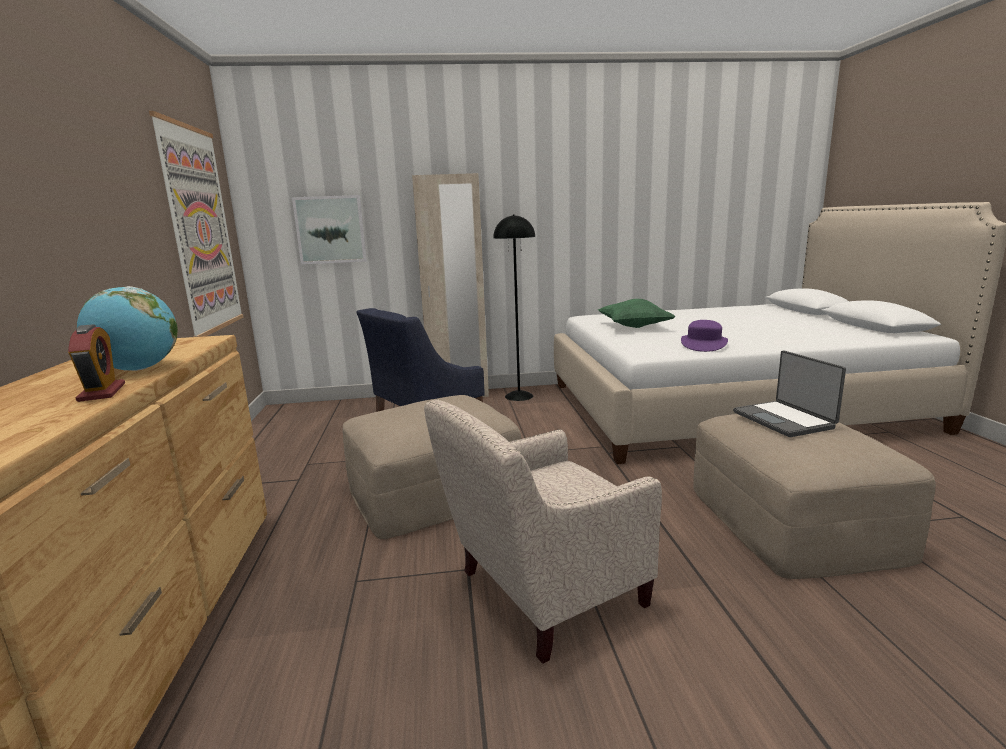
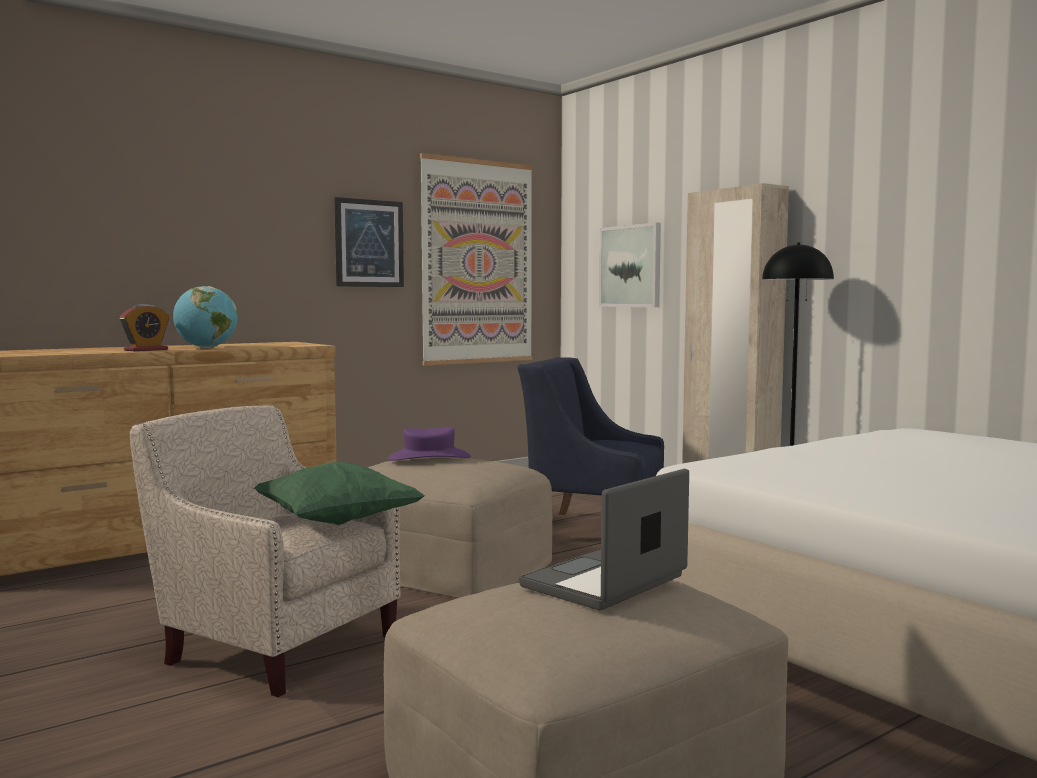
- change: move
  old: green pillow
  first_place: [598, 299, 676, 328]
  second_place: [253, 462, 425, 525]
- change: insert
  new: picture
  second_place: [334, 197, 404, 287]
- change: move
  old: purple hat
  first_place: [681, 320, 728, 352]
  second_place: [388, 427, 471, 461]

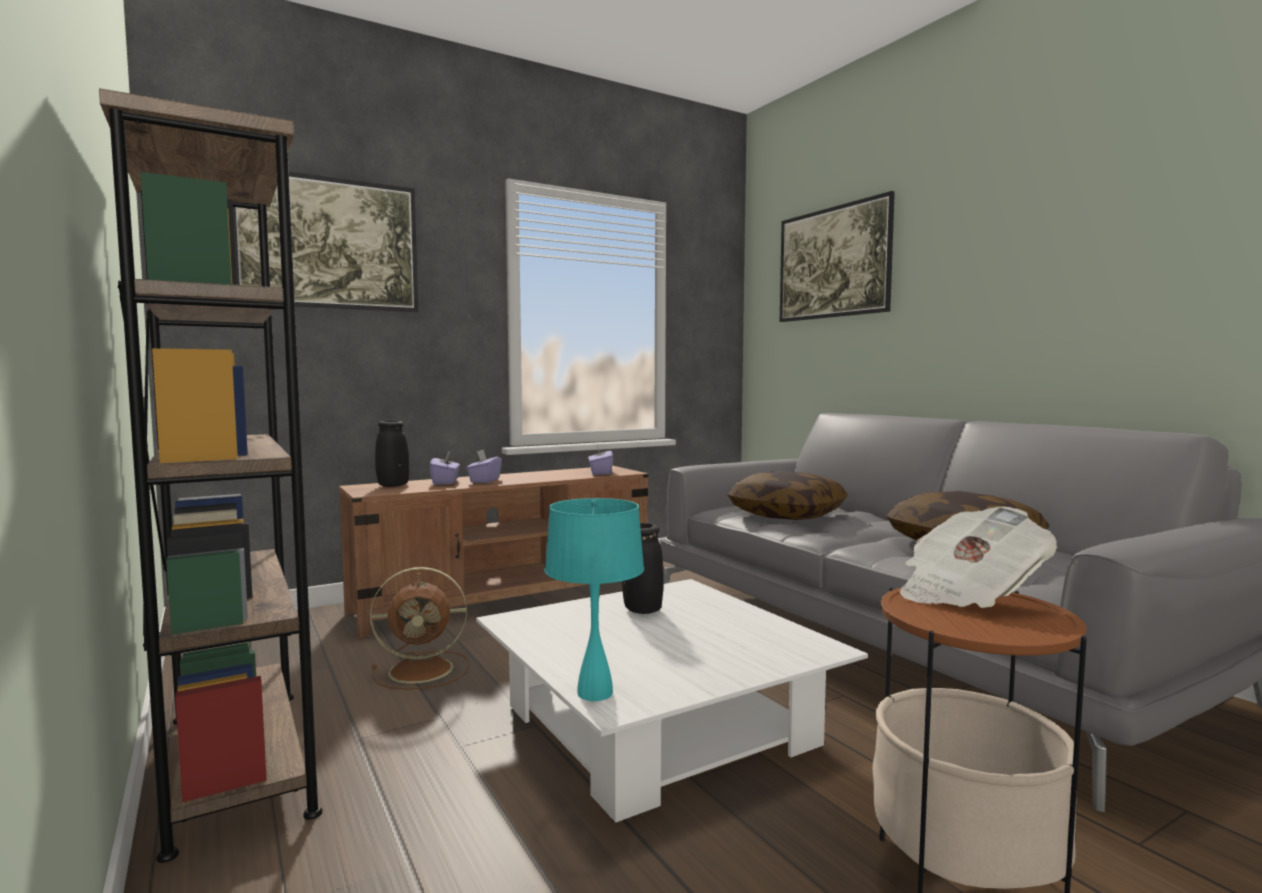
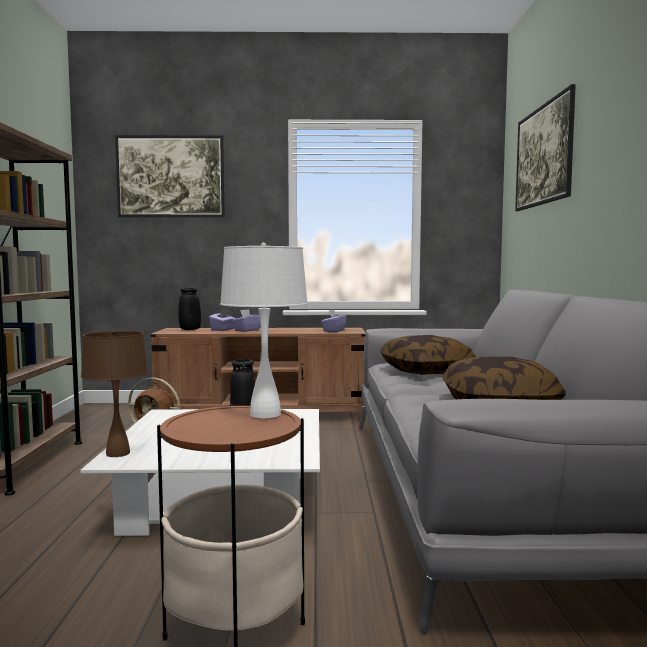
- change: recolor
  old: turquoise table lamp
  new: brown table lamp
  first_place: [545, 498, 644, 701]
  second_place: [81, 330, 148, 457]
- change: replace
  old: newspaper
  new: white table lamp
  first_place: [899, 507, 1057, 608]
  second_place: [220, 243, 308, 418]

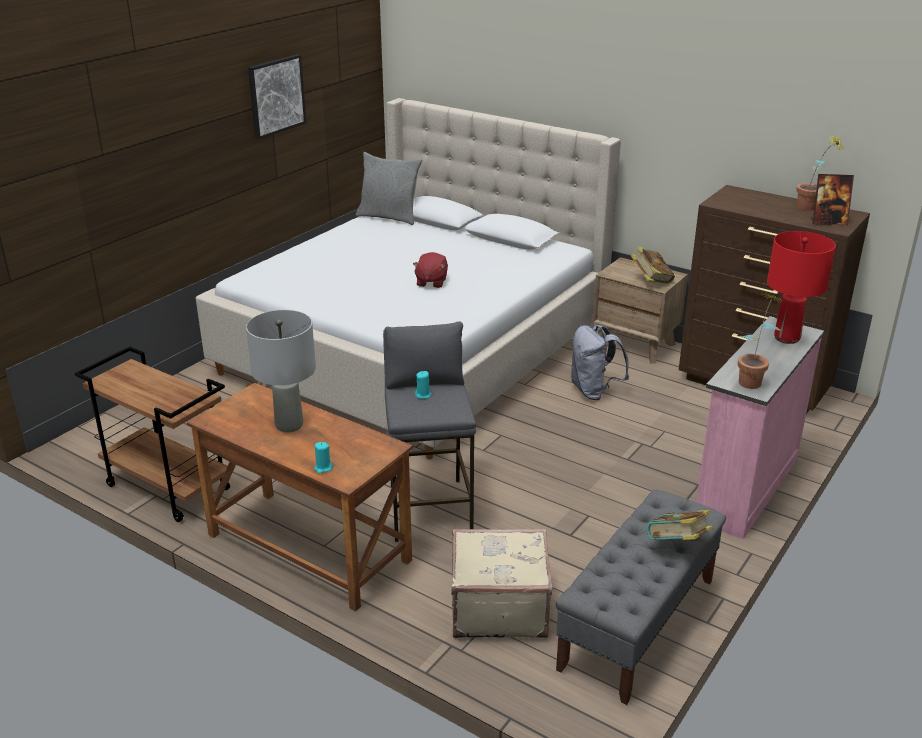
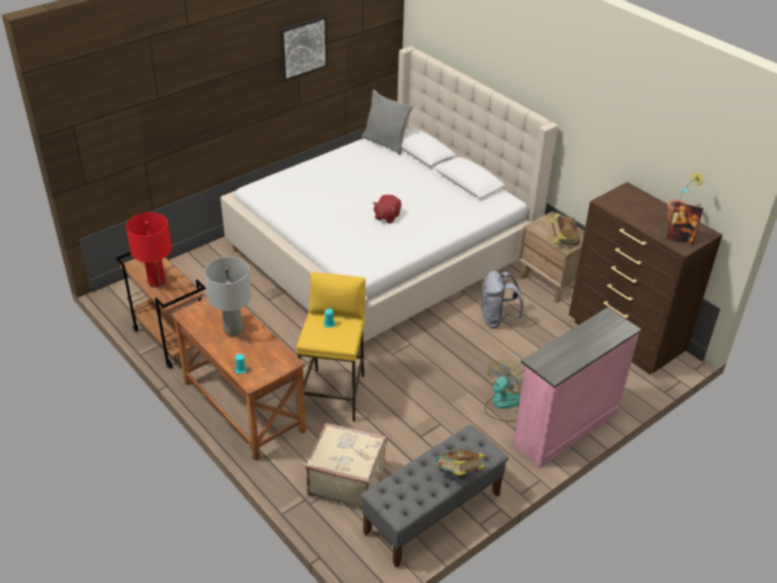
- change: move
  old: red table lamp
  first_place: [767, 231, 836, 344]
  second_place: [126, 212, 172, 287]
- change: recolor
  old: grey stool
  new: yellow stool
  first_place: [383, 321, 476, 542]
  second_place: [296, 272, 366, 422]
- change: insert
  new: fan
  second_place: [485, 361, 524, 422]
- change: delete
  old: potted plant
  first_place: [738, 293, 782, 389]

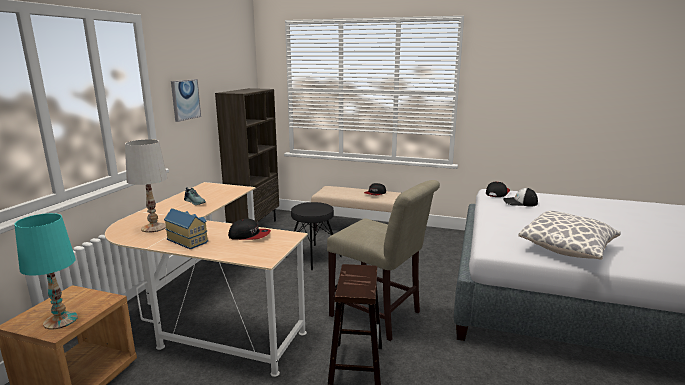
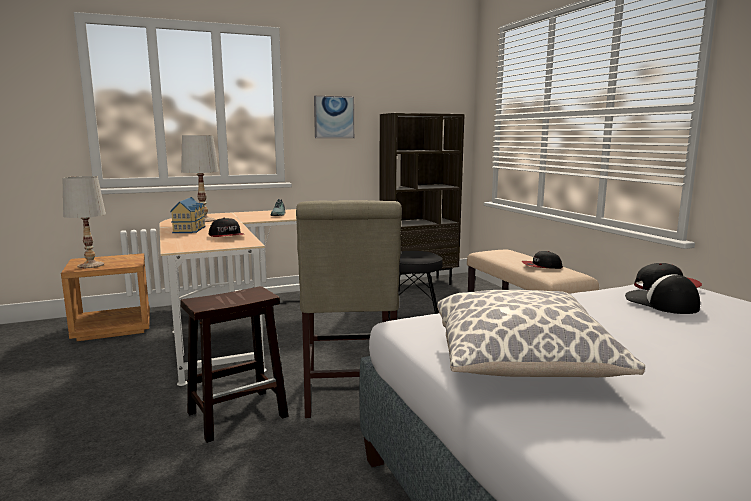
- change: recolor
  old: turquoise table lamp
  new: white table lamp
  first_place: [14, 213, 78, 329]
  second_place: [63, 176, 106, 268]

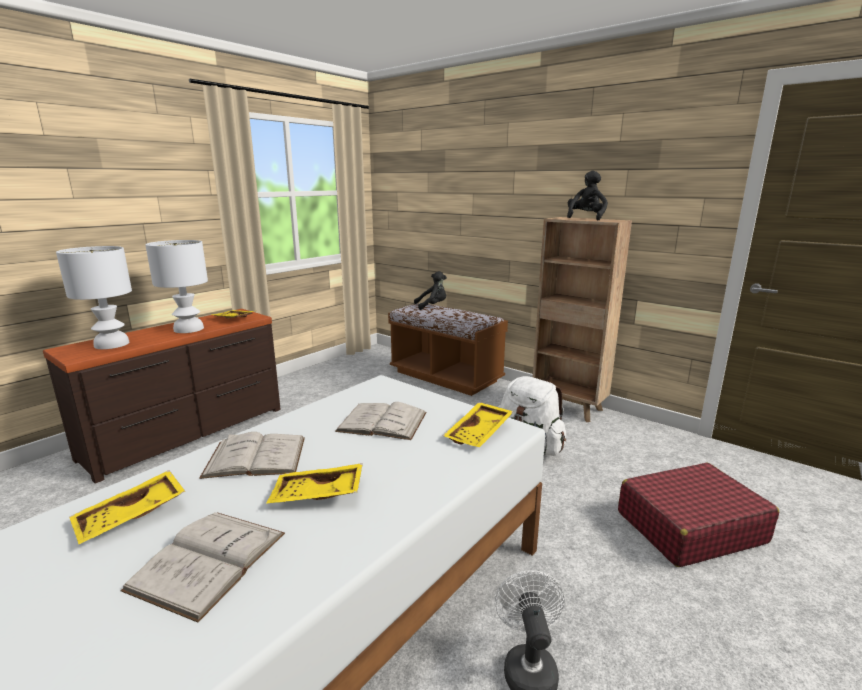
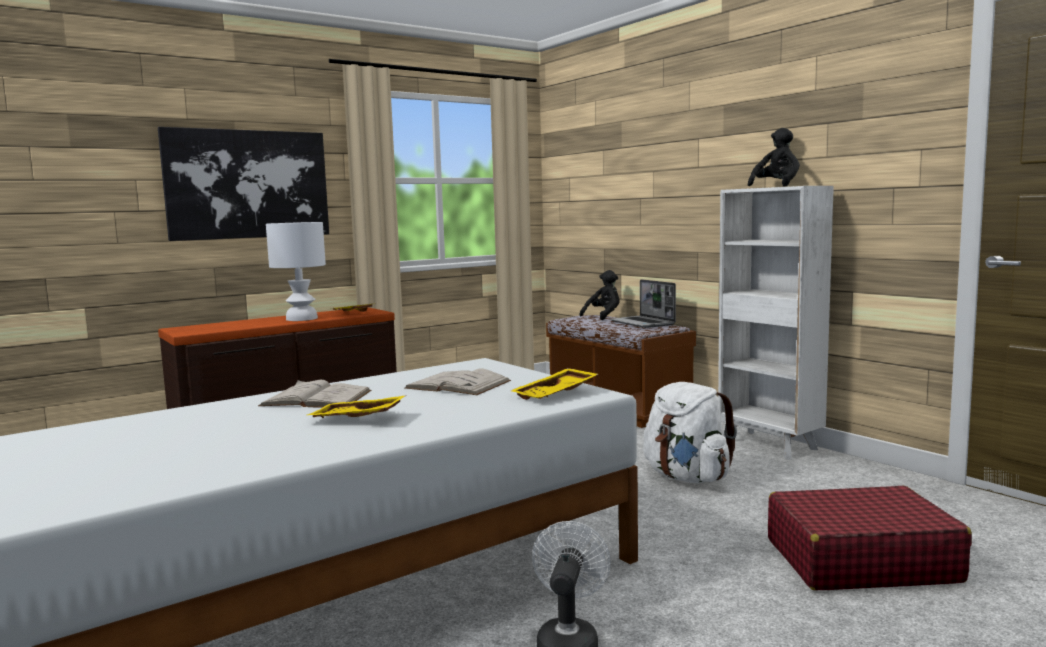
- change: insert
  new: picture
  second_place: [158, 127, 329, 241]
- change: rotate
  old: black plush toy
  first_place: [414, 271, 447, 310]
  second_place: [580, 270, 620, 320]
  degrees: -45
- change: insert
  new: laptop
  second_place: [610, 279, 676, 328]
- change: recolor
  old: brown bookcase
  new: white bookcase
  first_place: [533, 217, 632, 422]
  second_place: [718, 186, 834, 460]
- change: delete
  old: white table lamp
  first_place: [56, 246, 132, 349]
- change: delete
  old: yellow tray
  first_place: [69, 470, 186, 544]
- change: delete
  old: white book
  first_place: [121, 512, 285, 622]

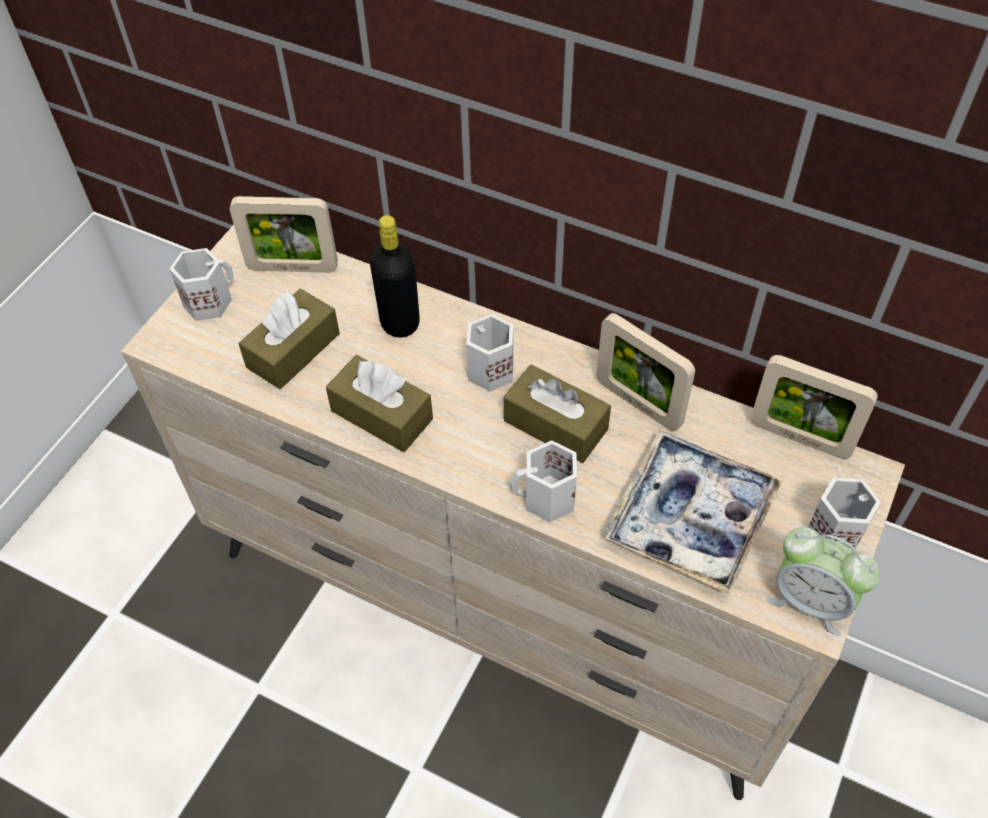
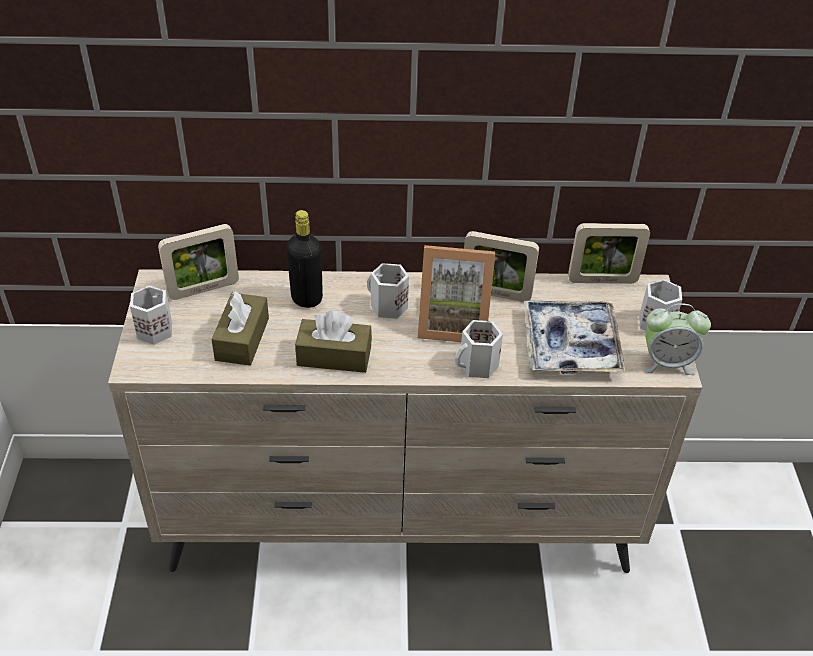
- change: replace
  old: brown tissue box
  new: picture frame
  first_place: [504, 364, 611, 463]
  second_place: [418, 245, 495, 342]

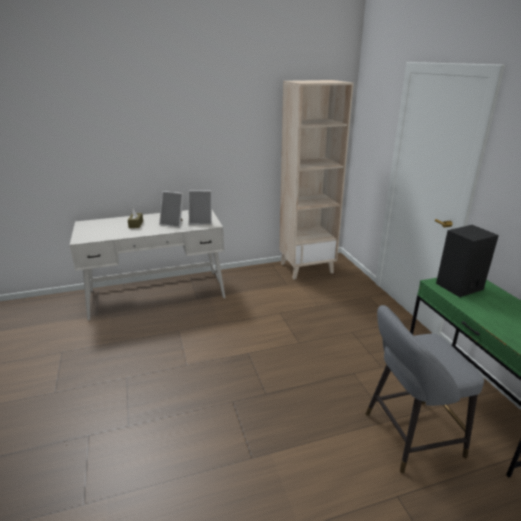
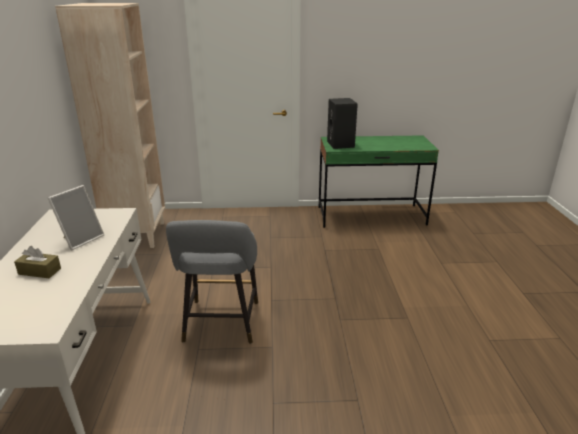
- change: move
  old: grey stool
  first_place: [365, 305, 484, 473]
  second_place: [166, 220, 258, 344]
- change: delete
  old: picture frame
  first_place: [188, 190, 212, 225]

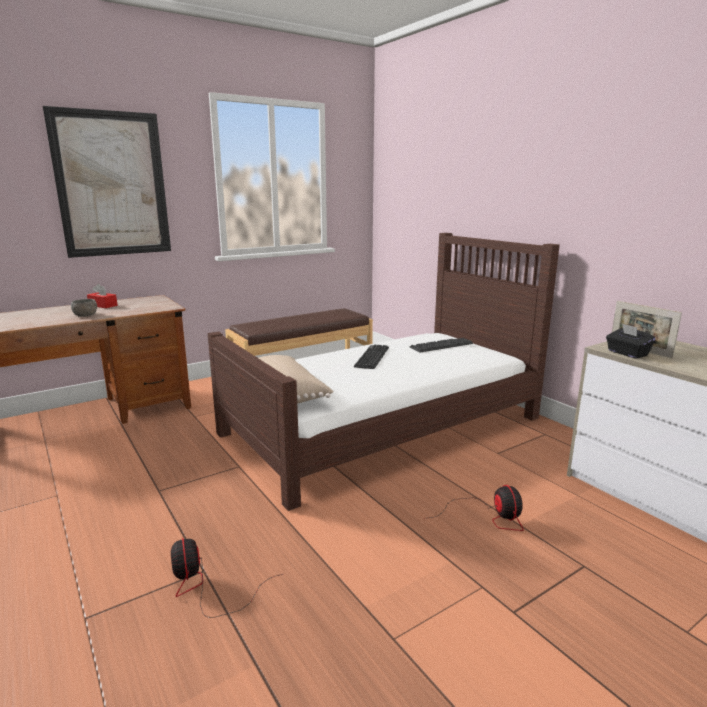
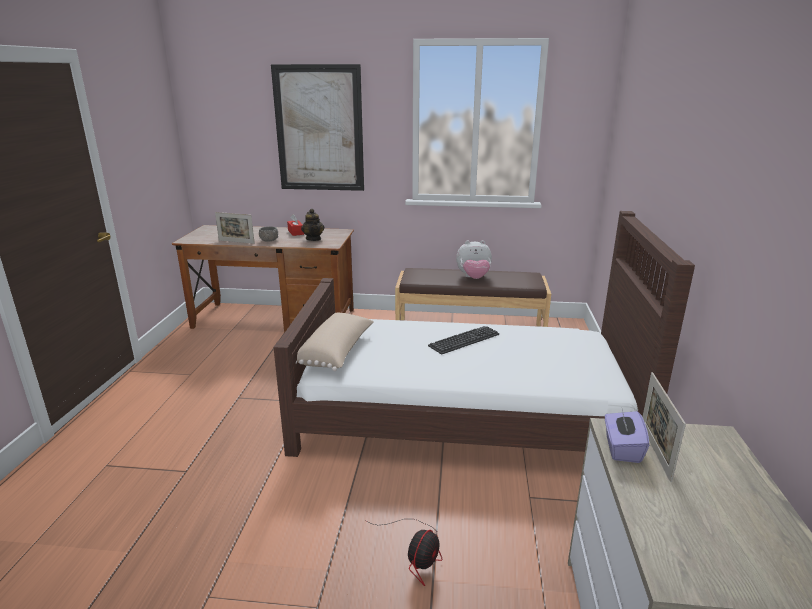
- change: insert
  new: picture frame
  second_place: [215, 212, 255, 244]
- change: insert
  new: teapot
  second_place: [301, 209, 324, 241]
- change: insert
  new: plush toy
  second_place: [456, 240, 492, 279]
- change: recolor
  old: black tissue box
  new: purple tissue box
  first_place: [606, 323, 656, 358]
  second_place: [605, 409, 649, 463]
- change: delete
  old: fan
  first_place: [171, 538, 283, 618]
- change: delete
  old: keyboard
  first_place: [410, 338, 473, 353]

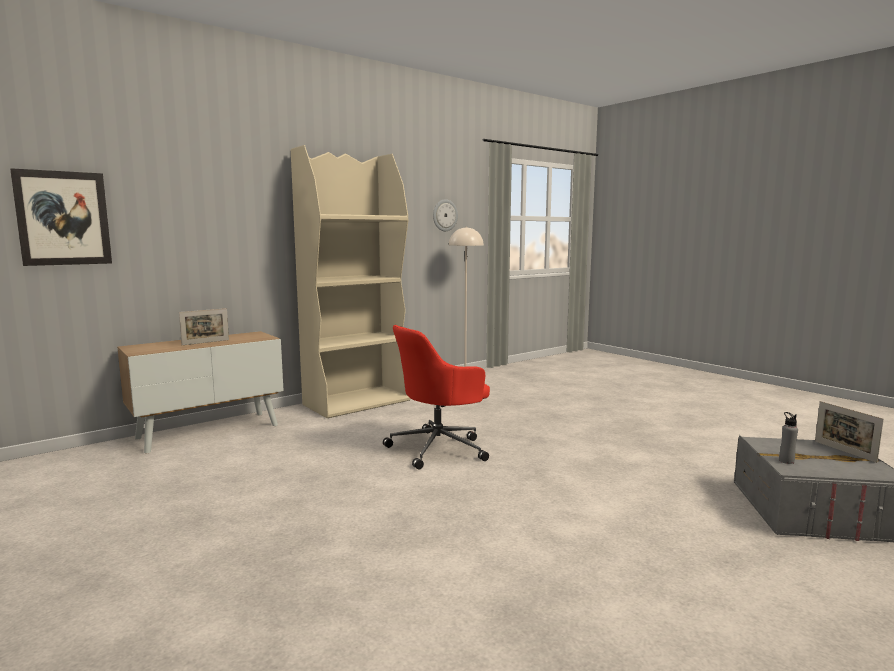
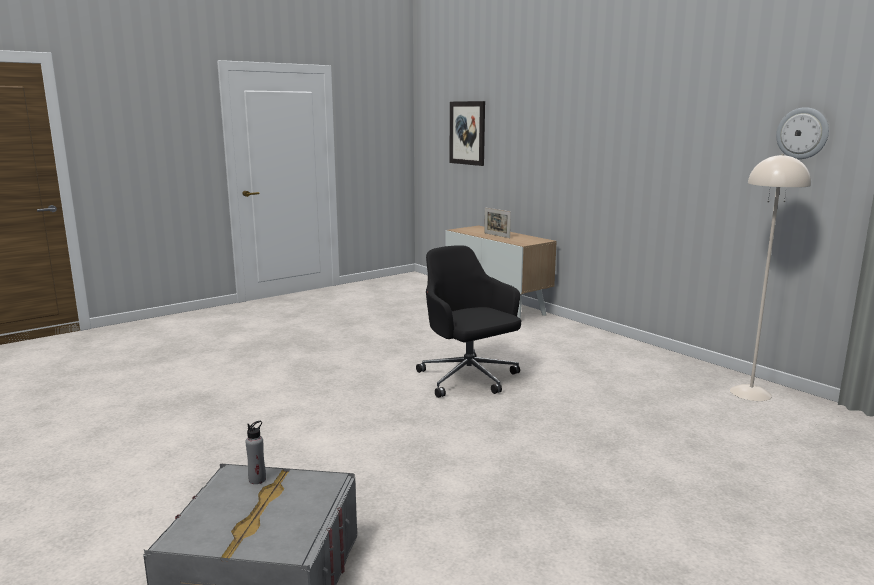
- change: recolor
  old: red office chair
  new: black office chair
  first_place: [383, 325, 490, 470]
  second_place: [416, 245, 521, 398]
- change: delete
  old: beige bookcase
  first_place: [291, 145, 410, 418]
- change: delete
  old: picture frame
  first_place: [815, 401, 884, 463]

